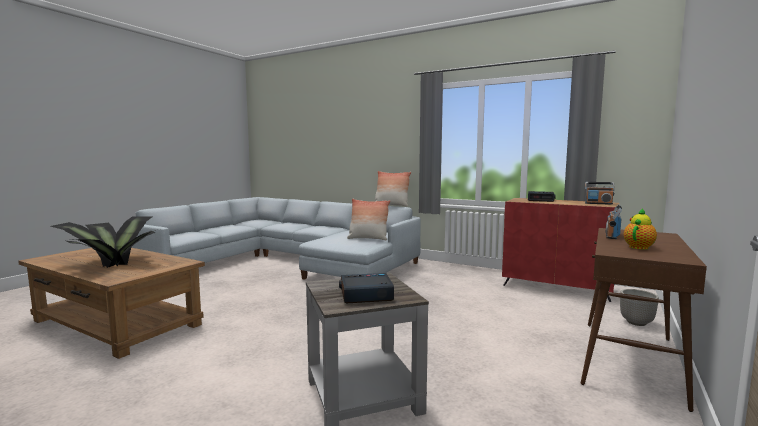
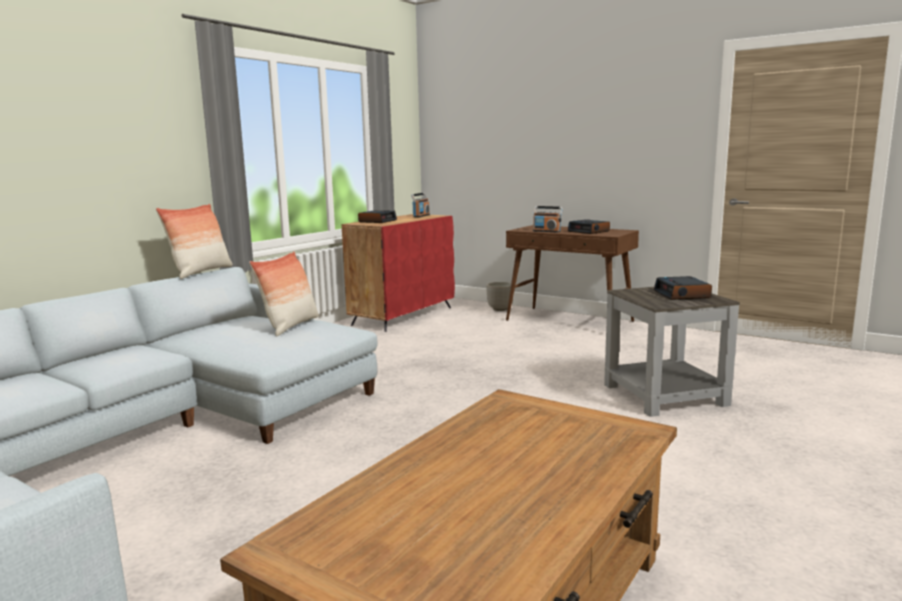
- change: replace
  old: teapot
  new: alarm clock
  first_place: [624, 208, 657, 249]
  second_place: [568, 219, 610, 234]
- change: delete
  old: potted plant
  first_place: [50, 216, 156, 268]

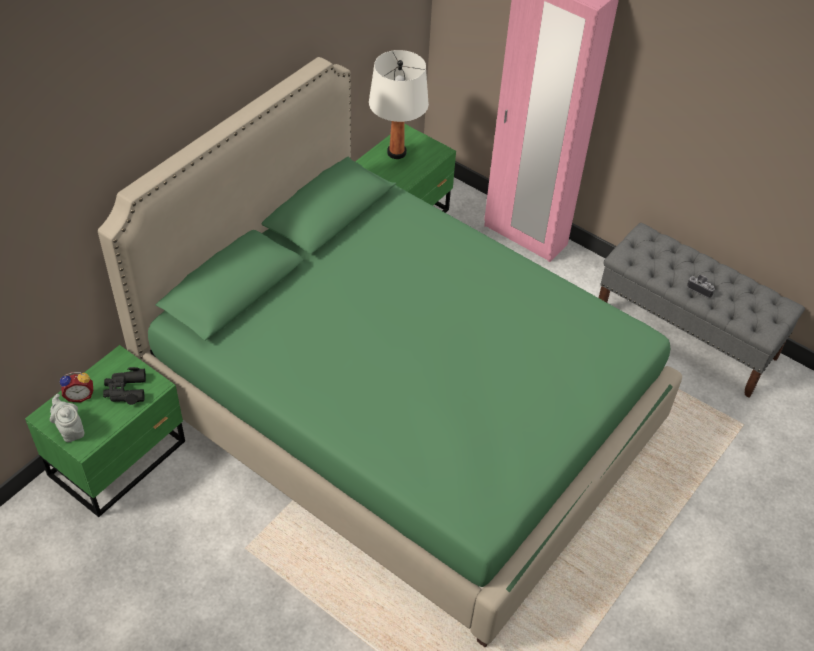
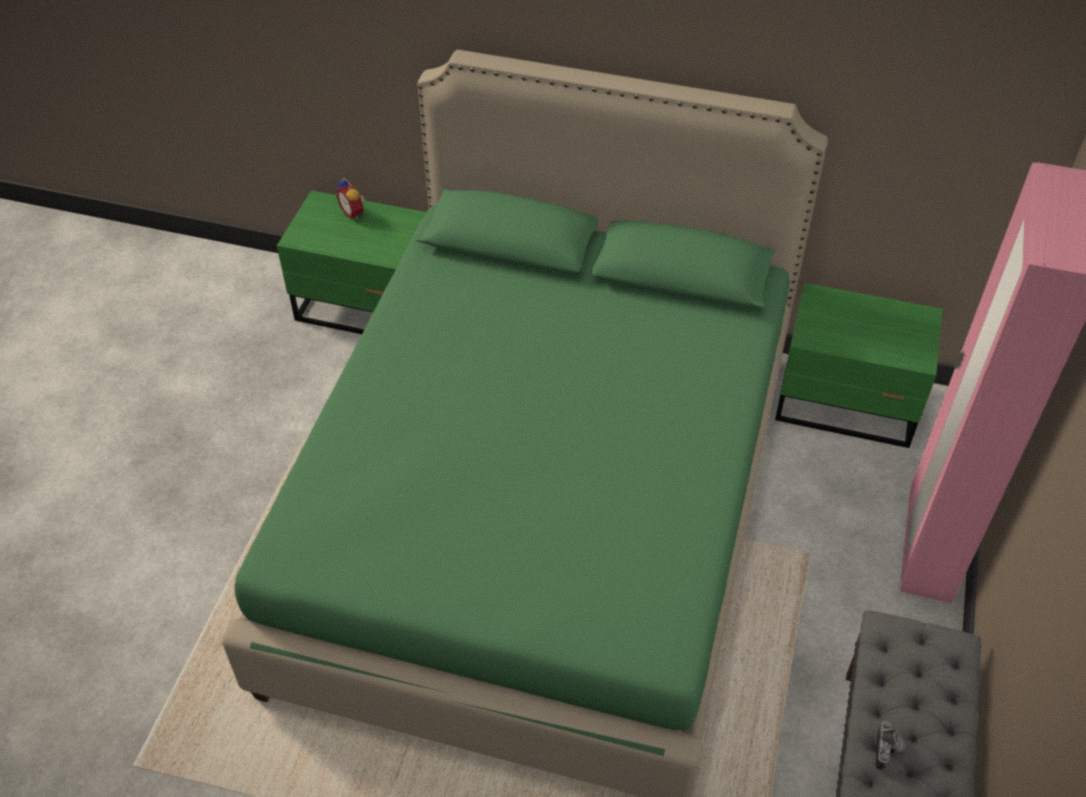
- change: delete
  old: grey teapot
  first_place: [50, 394, 84, 442]
- change: delete
  old: black binoculars
  first_place: [103, 367, 146, 405]
- change: delete
  old: white table lamp
  first_place: [369, 50, 429, 159]

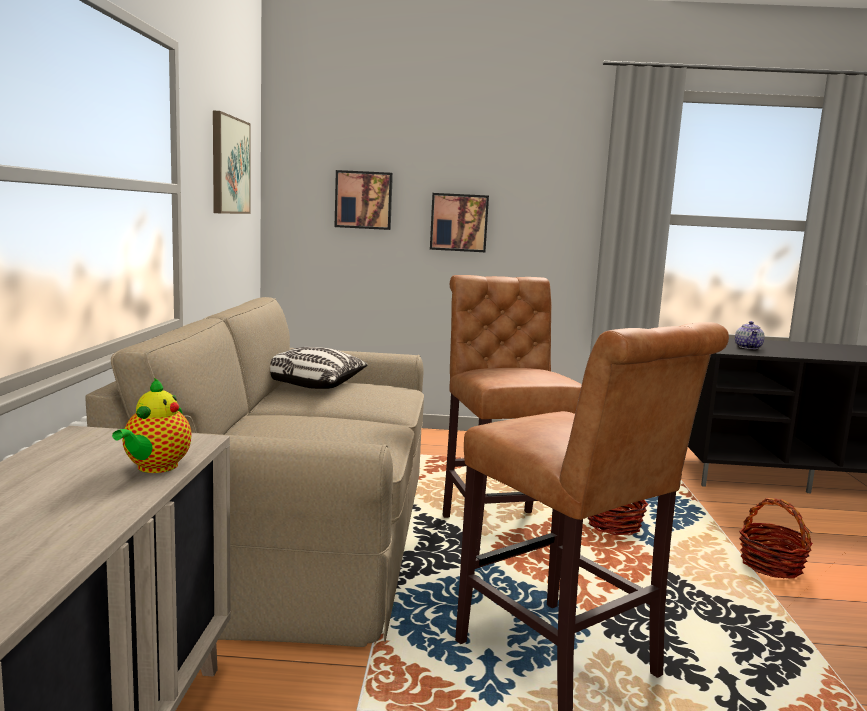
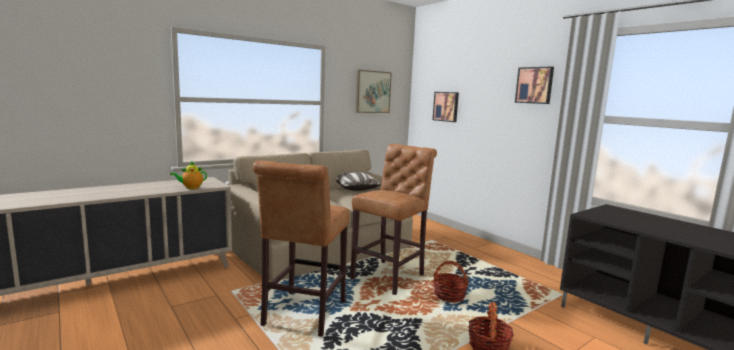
- change: move
  old: picture
  first_place: [430, 193, 489, 252]
  second_place: [515, 66, 554, 104]
- change: delete
  old: teapot
  first_place: [735, 321, 765, 349]

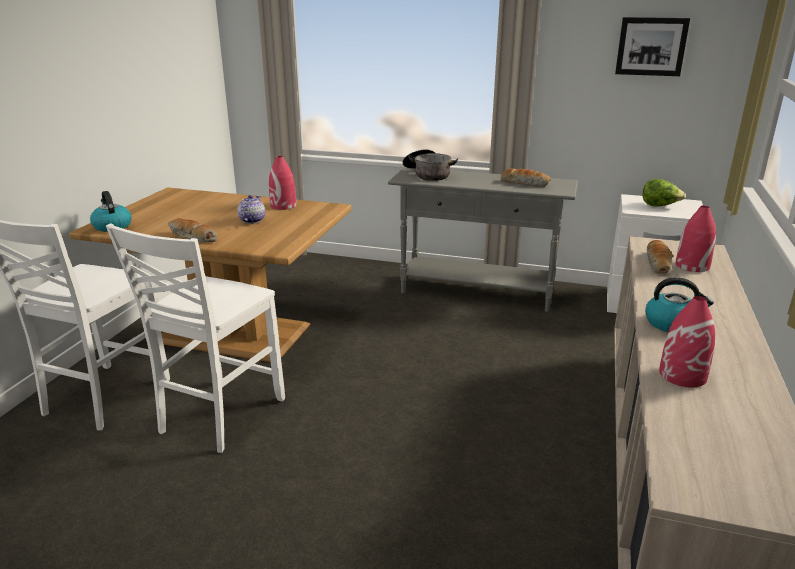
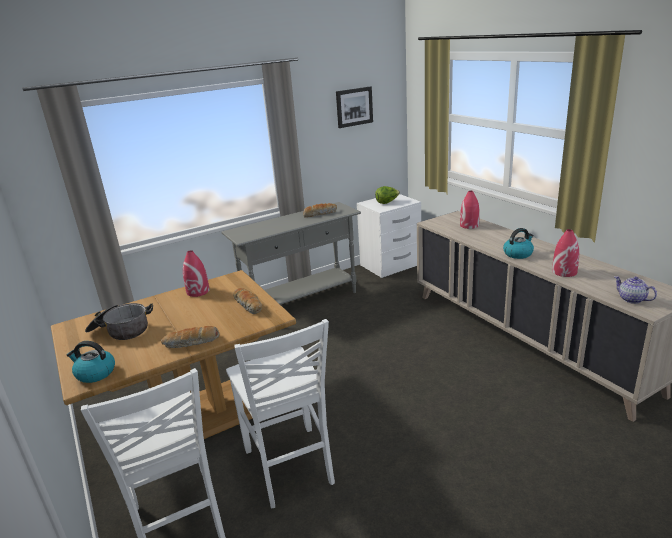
- change: move
  old: cooking pot
  first_place: [402, 150, 458, 181]
  second_place: [85, 303, 153, 340]
- change: move
  old: bread
  first_place: [647, 240, 673, 274]
  second_place: [233, 288, 262, 314]
- change: move
  old: teapot
  first_place: [237, 195, 265, 224]
  second_place: [614, 276, 657, 304]

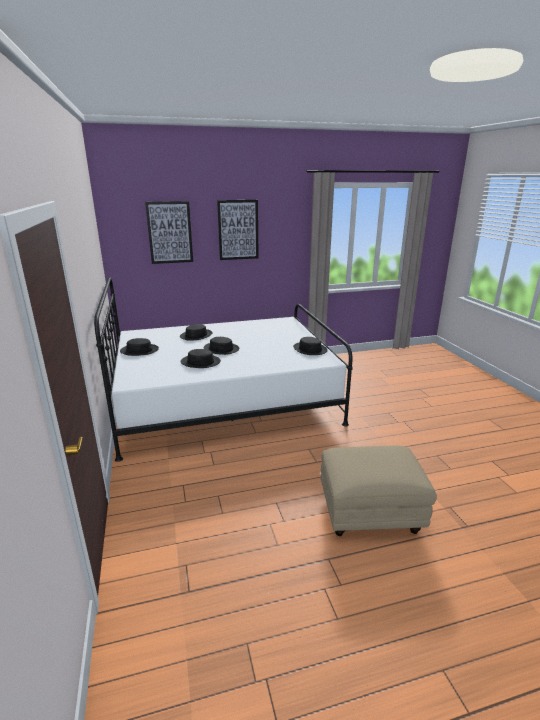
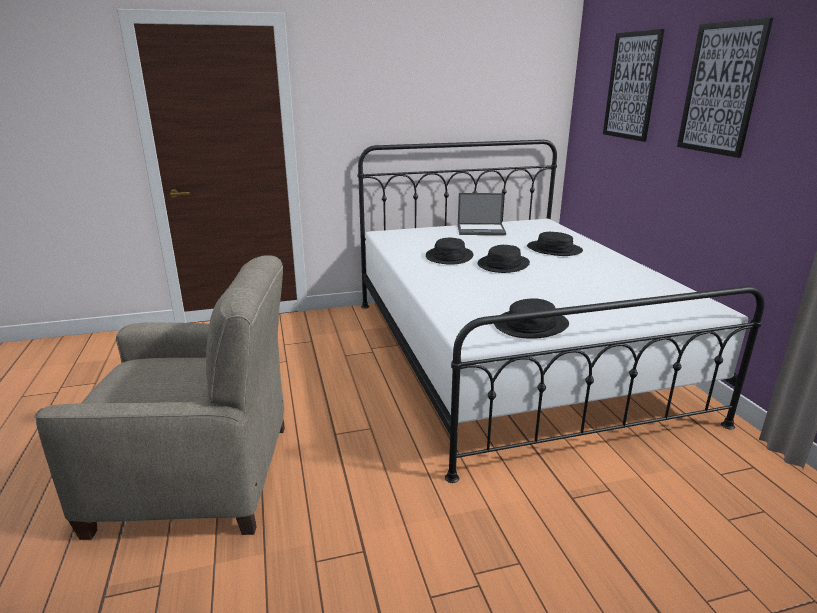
- change: replace
  old: beige ottoman
  new: beige armchair
  first_place: [321, 446, 437, 536]
  second_place: [34, 255, 285, 540]
- change: replace
  old: black hat
  new: laptop
  first_place: [120, 338, 159, 356]
  second_place: [458, 193, 506, 235]

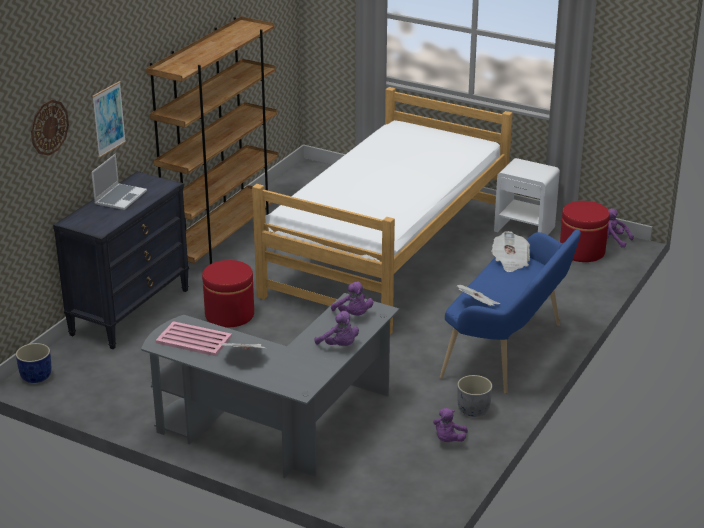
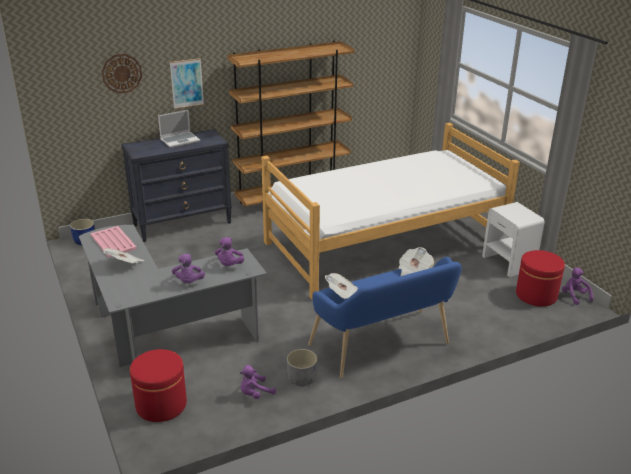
- change: move
  old: red ottoman
  first_place: [202, 260, 254, 327]
  second_place: [130, 349, 187, 422]

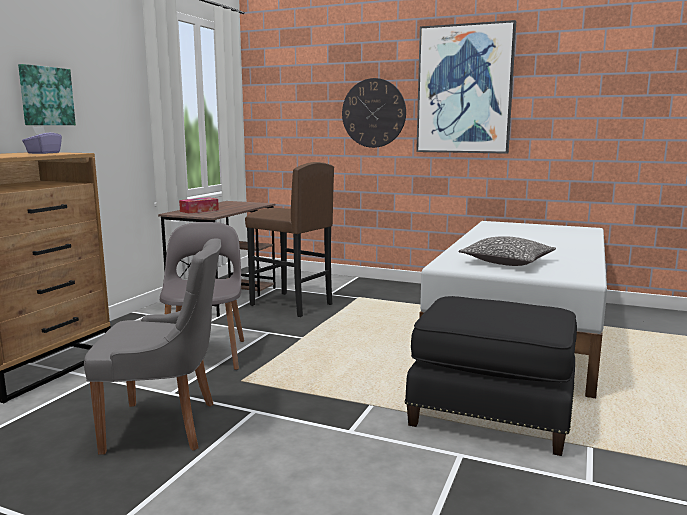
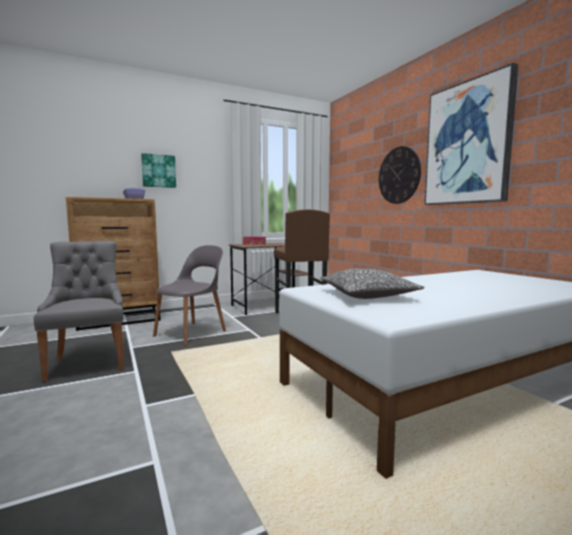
- change: rotate
  old: grey chair
  first_place: [84, 238, 221, 455]
  second_place: [34, 241, 124, 382]
  degrees: -150
- change: delete
  old: black ottoman
  first_place: [404, 296, 577, 456]

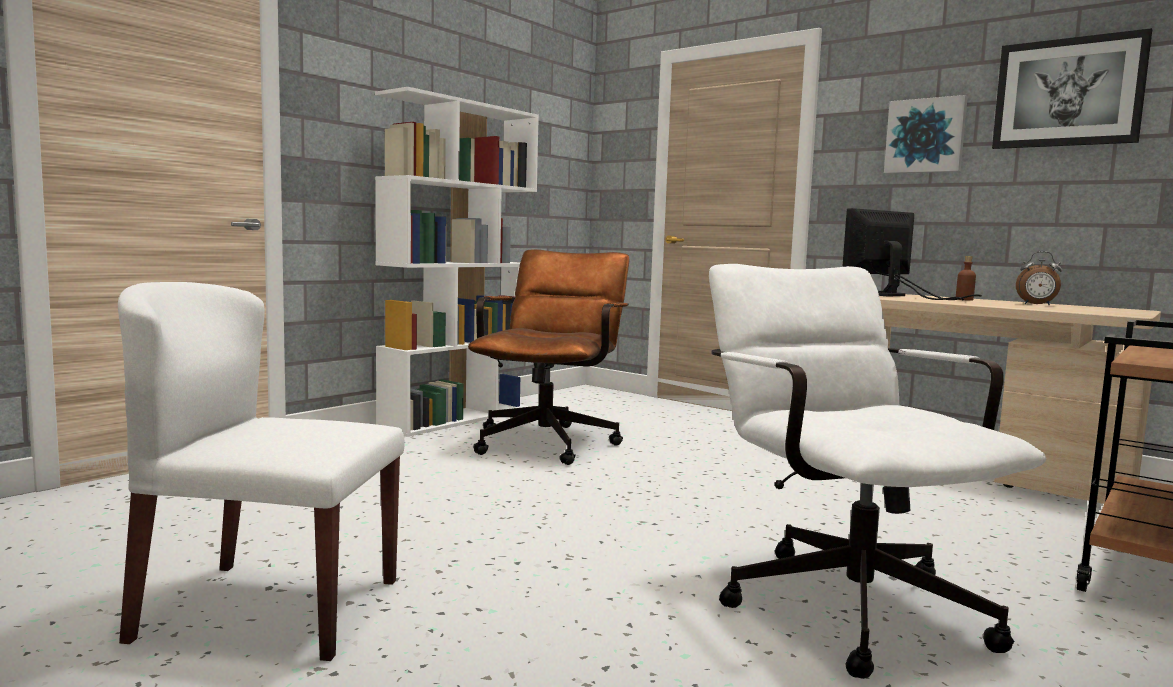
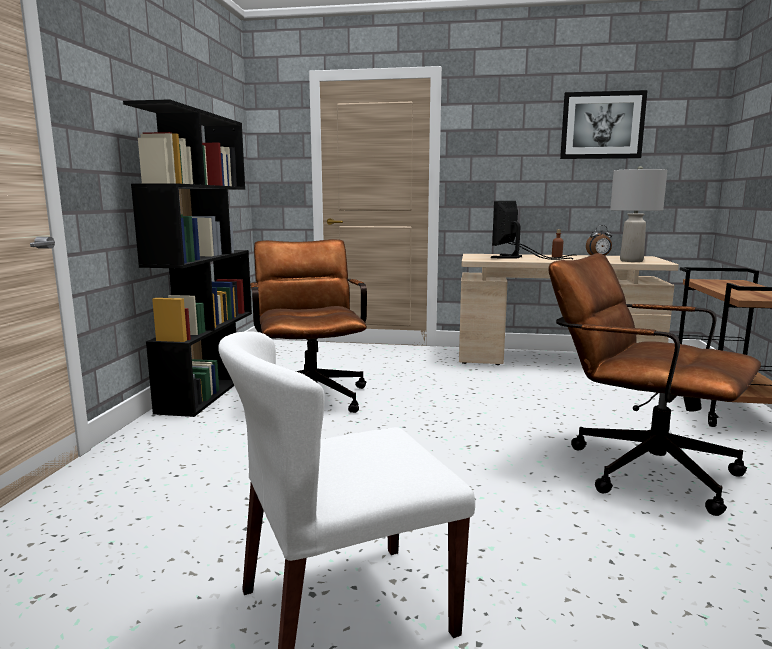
- change: recolor
  old: white bookcase
  new: black bookcase
  first_place: [375, 87, 539, 437]
  second_place: [123, 99, 252, 417]
- change: recolor
  old: white office chair
  new: brown office chair
  first_place: [709, 264, 1047, 679]
  second_place: [549, 253, 761, 516]
- change: insert
  new: grey table lamp
  second_place: [610, 166, 667, 262]
- change: delete
  old: picture
  first_place: [884, 95, 968, 174]

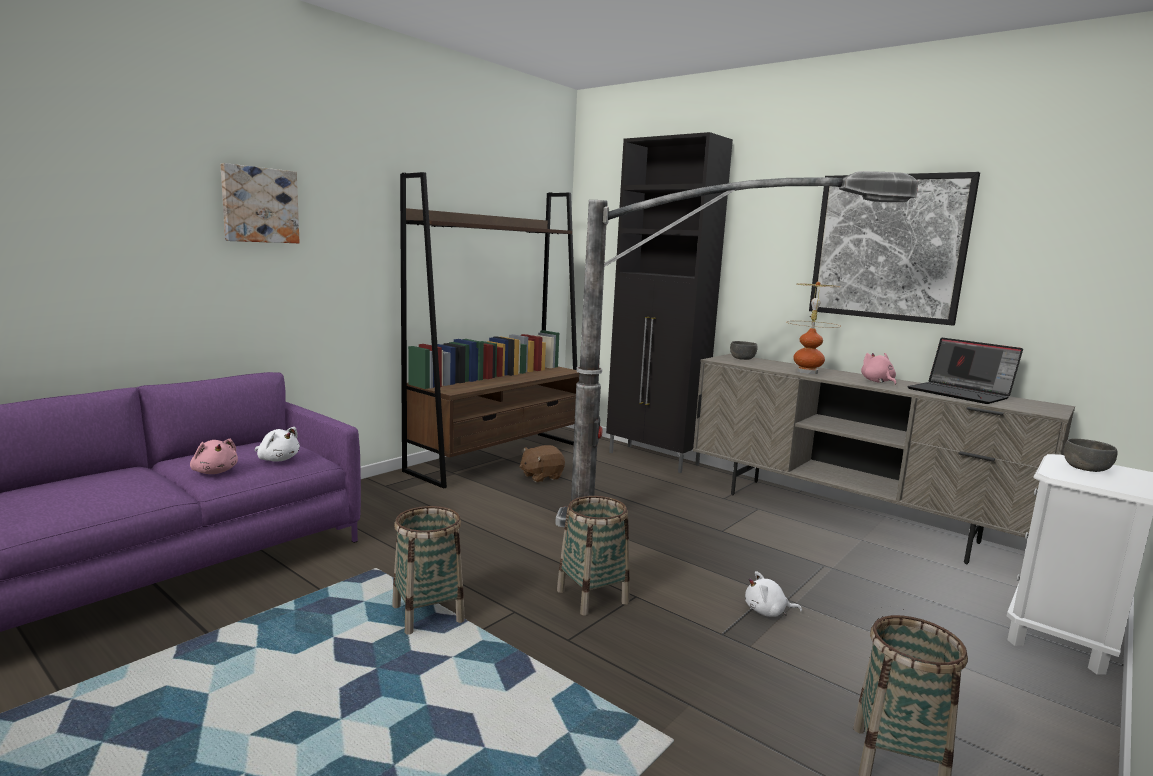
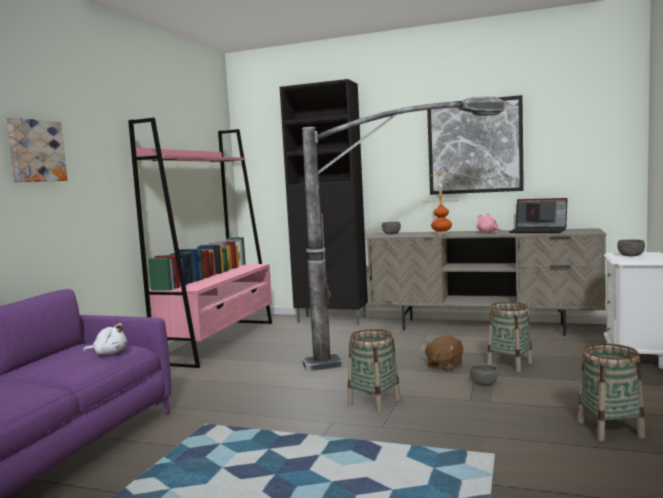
- change: recolor
  old: brown bookcase
  new: pink bookcase
  first_place: [400, 172, 579, 489]
  second_place: [128, 118, 272, 368]
- change: move
  old: brown plush toy
  first_place: [519, 445, 565, 482]
  second_place: [423, 335, 463, 371]
- change: replace
  old: white plush toy
  new: grey bowl
  first_place: [745, 571, 802, 617]
  second_place: [470, 364, 498, 386]
- change: move
  old: basket
  first_place: [392, 506, 465, 634]
  second_place: [487, 302, 533, 372]
- change: delete
  old: pink plush toy
  first_place: [190, 439, 238, 474]

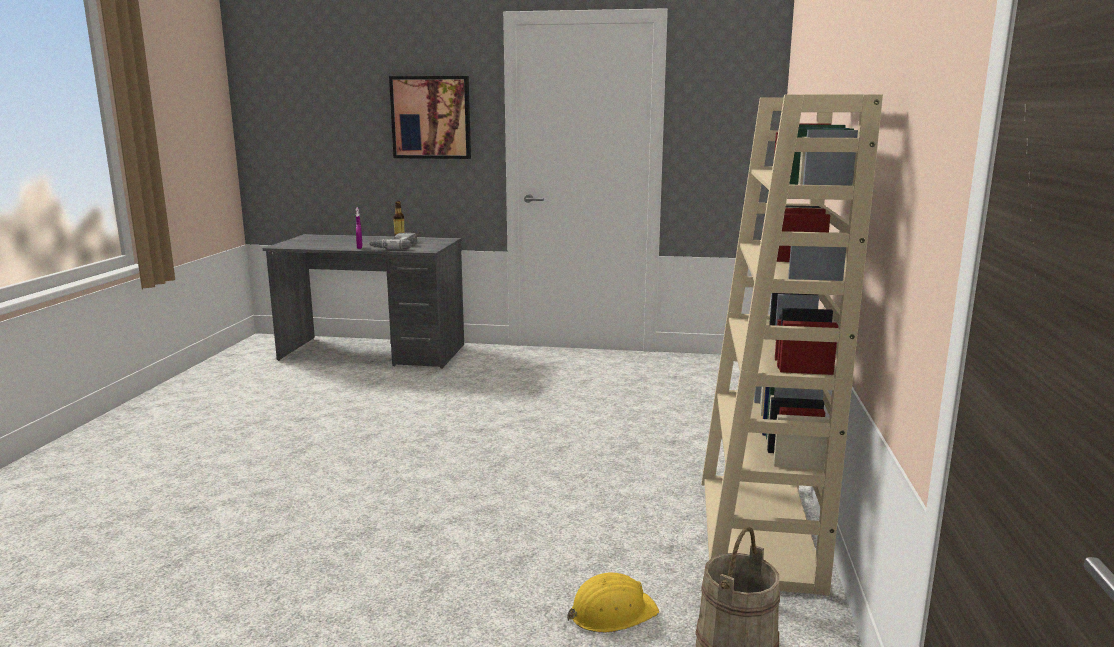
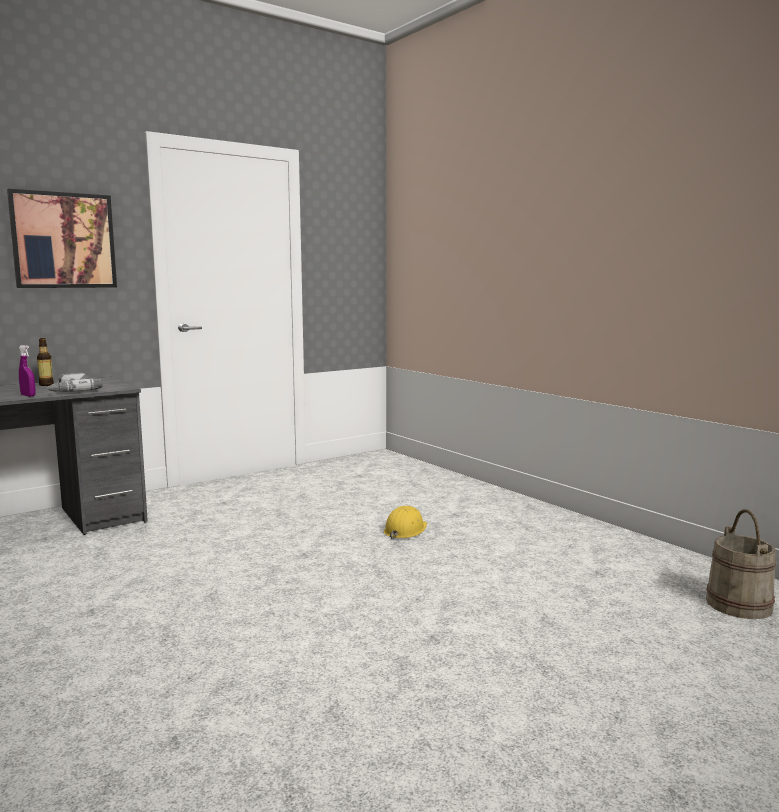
- change: move
  old: yellow hard hat
  first_place: [567, 573, 659, 633]
  second_place: [384, 506, 427, 539]
- change: delete
  old: beige bookcase
  first_place: [701, 94, 883, 595]

